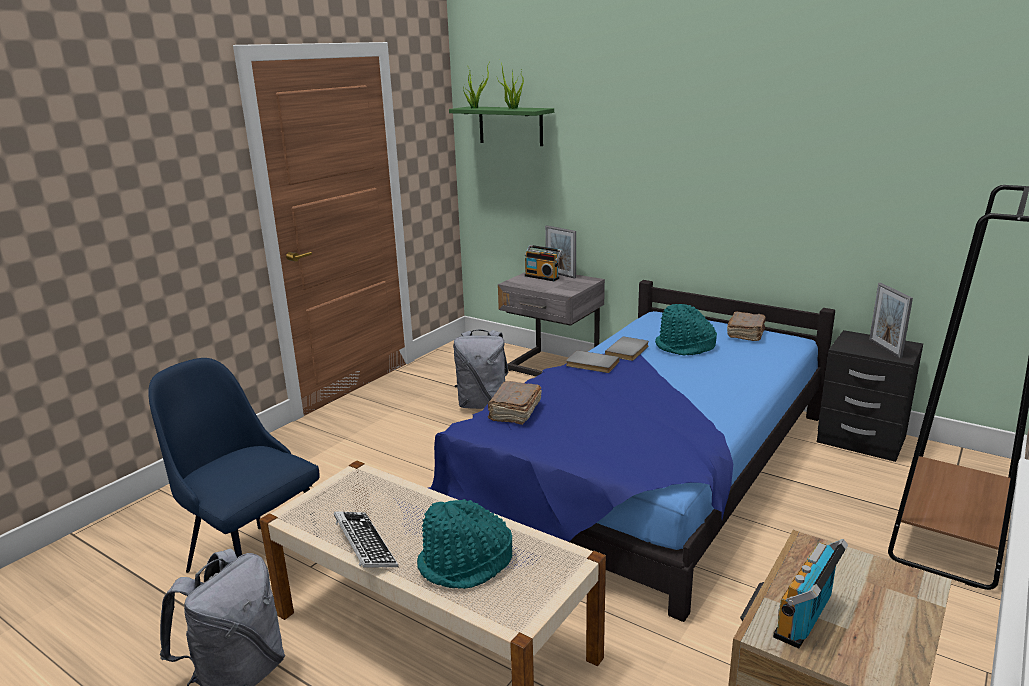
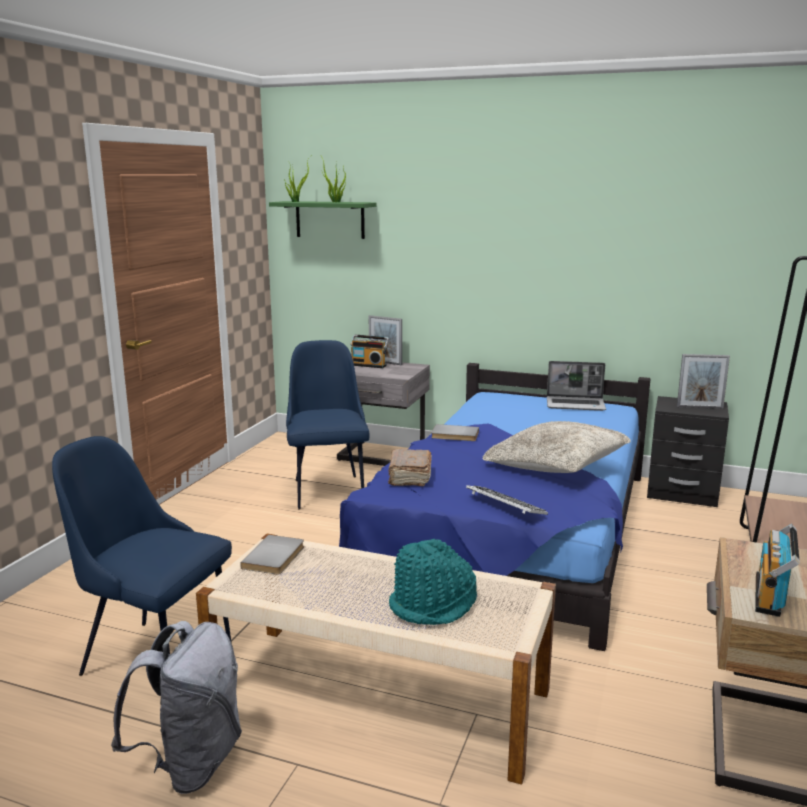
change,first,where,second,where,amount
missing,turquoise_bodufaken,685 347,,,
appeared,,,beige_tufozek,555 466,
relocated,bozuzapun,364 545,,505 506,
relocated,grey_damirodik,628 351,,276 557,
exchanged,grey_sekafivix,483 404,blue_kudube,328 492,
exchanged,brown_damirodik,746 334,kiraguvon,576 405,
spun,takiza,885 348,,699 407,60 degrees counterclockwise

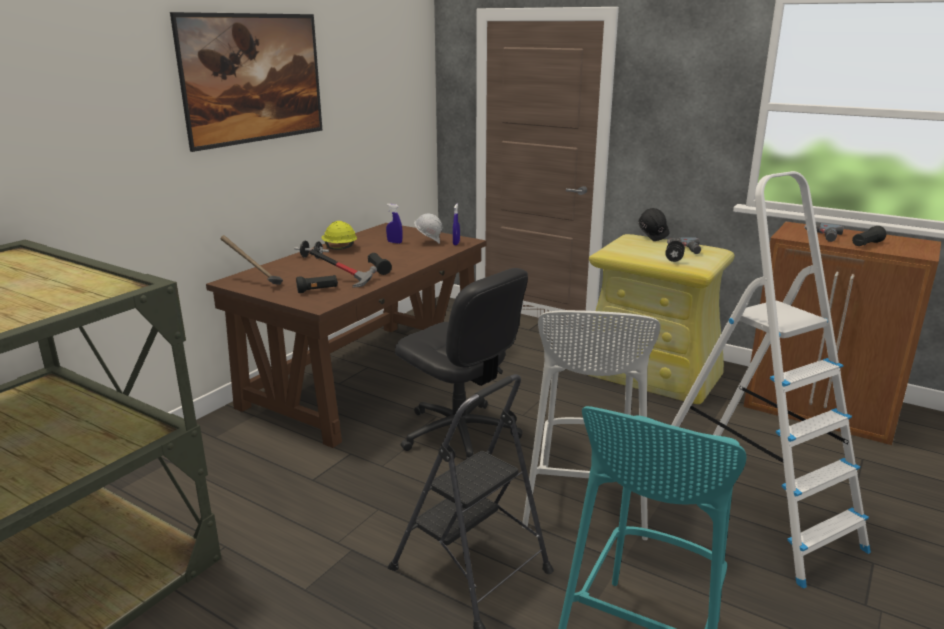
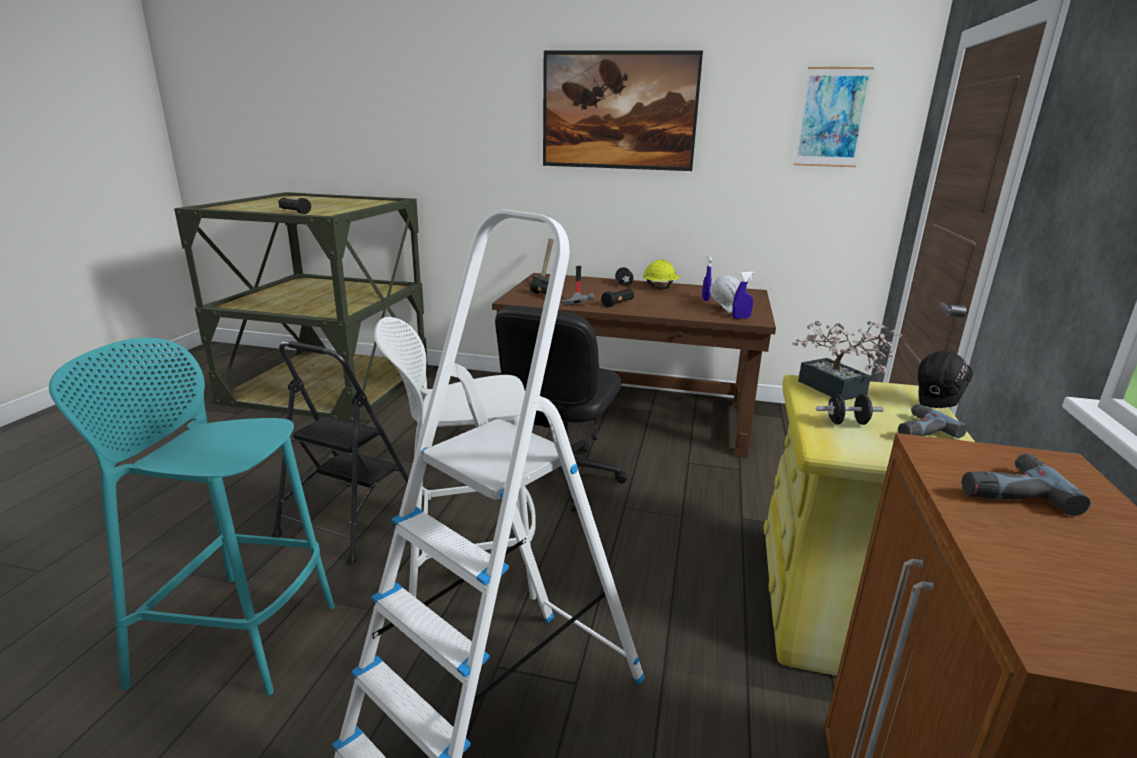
change,first,where,second,where,amount
appeared,,,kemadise,837 391,
appeared,,,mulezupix,831 117,
relocated,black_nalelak,866 245,,295 212,

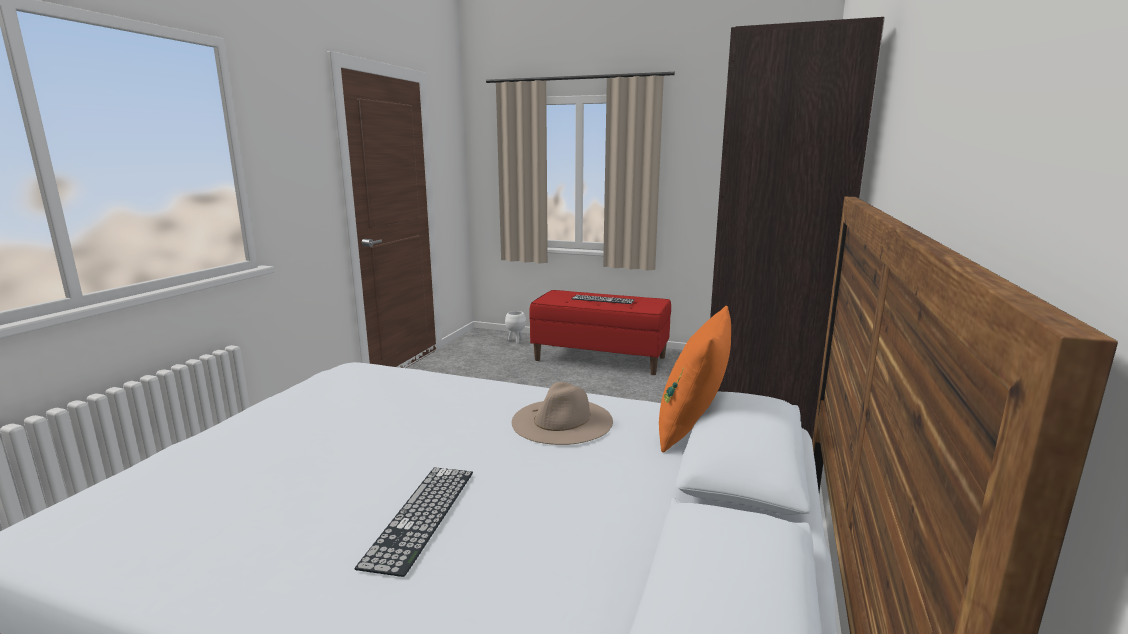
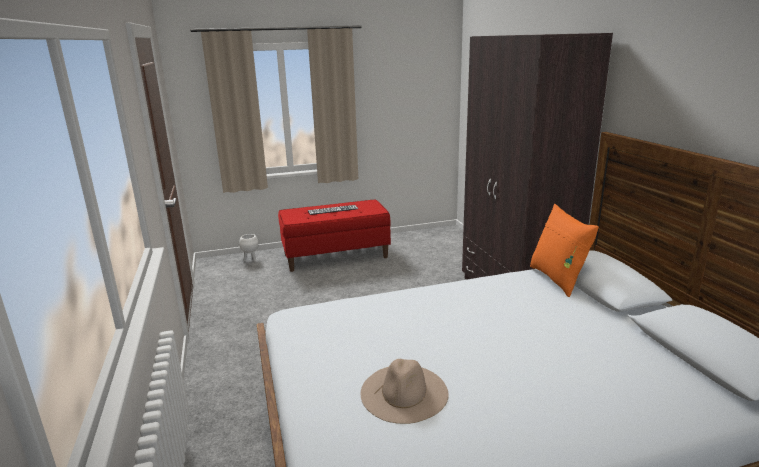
change,first,where,second,where,amount
missing,bozuzapun,421 515,,,
relocated,beige_bodufaken,562 421,,404 392,

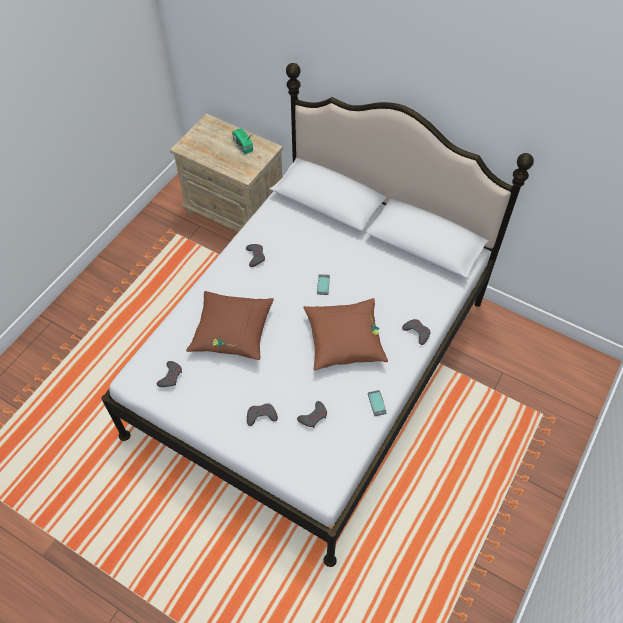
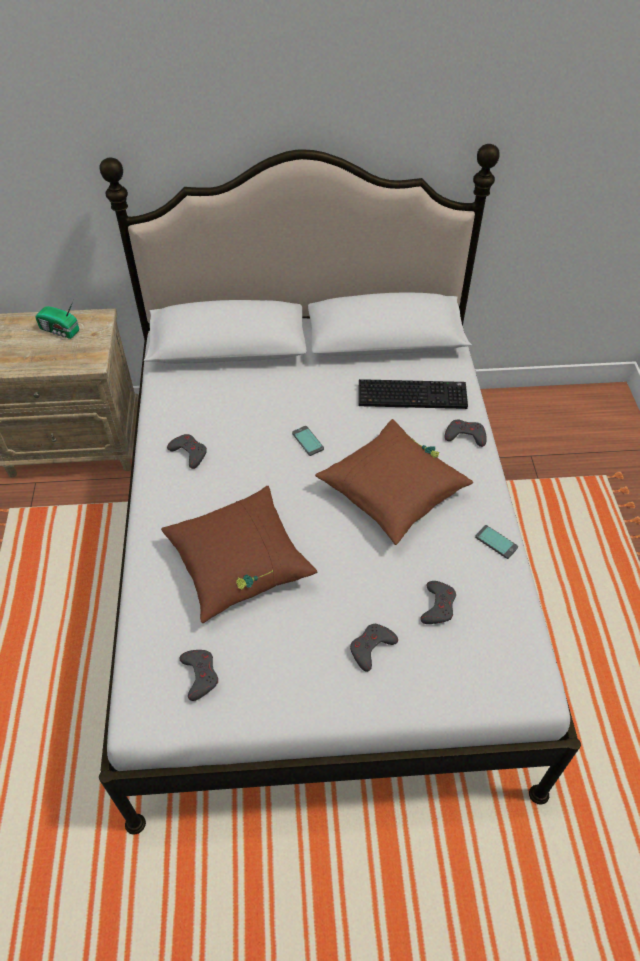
change,first,where,second,where,amount
appeared,,,bozuzapun,413 394,

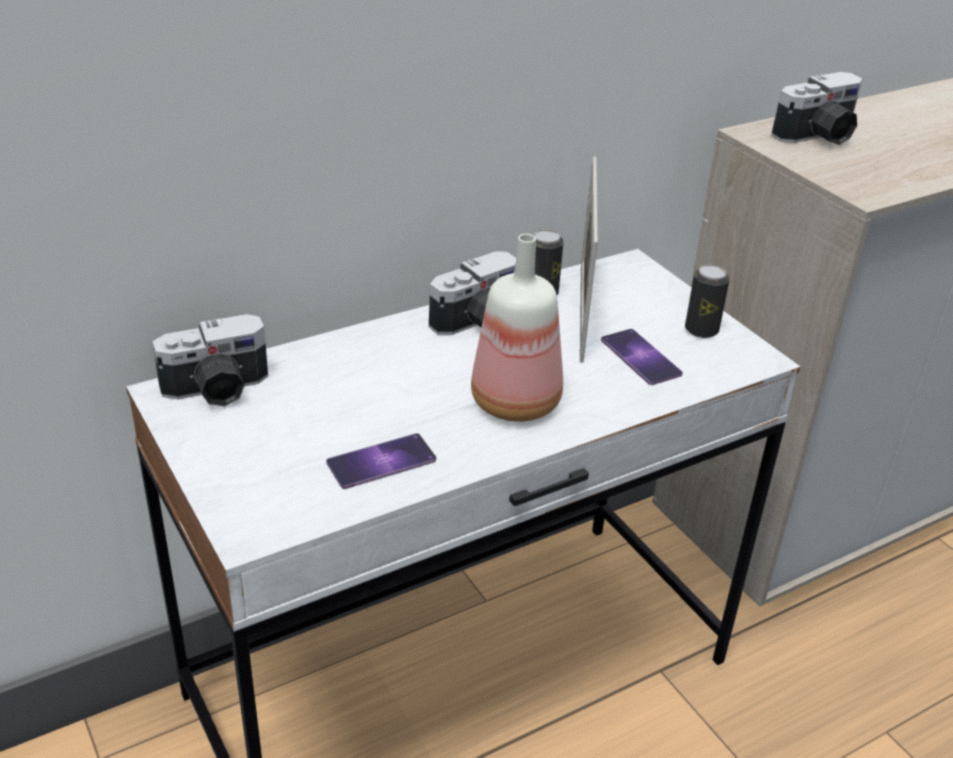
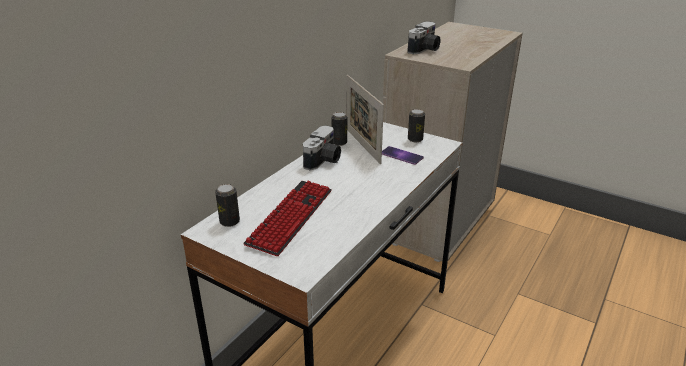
change,first,where,second,where,amount
missing,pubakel,381 461,,,
missing,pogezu,516 401,,,
appeared,,,bozuzapun,291 217,
exchanged,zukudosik,217 390,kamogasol,229 222,

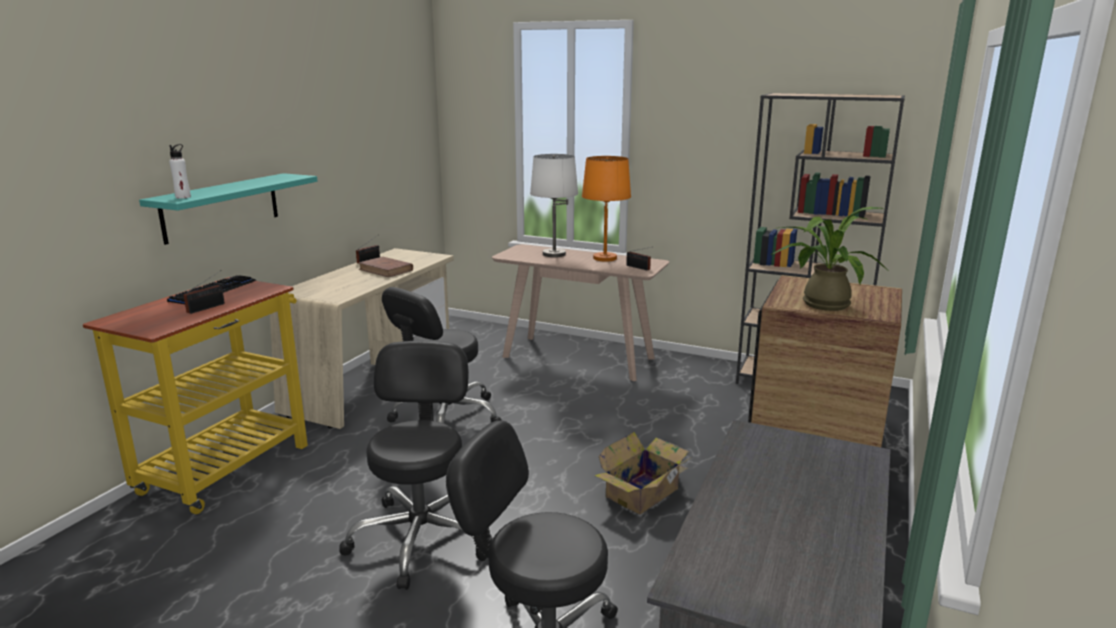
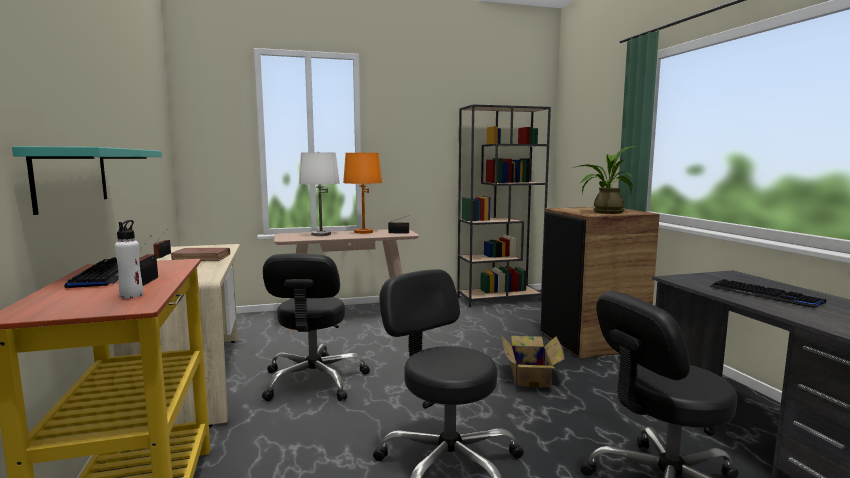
change,first,where,second,where,amount
appeared,,,bozuzapun,764 295,
relocated,white_pogezu,183 197,,131 295,

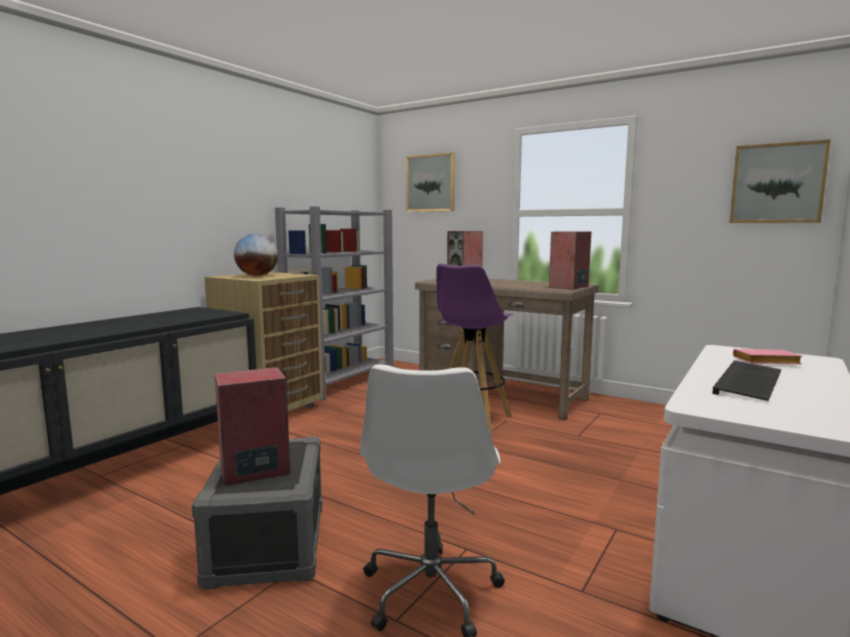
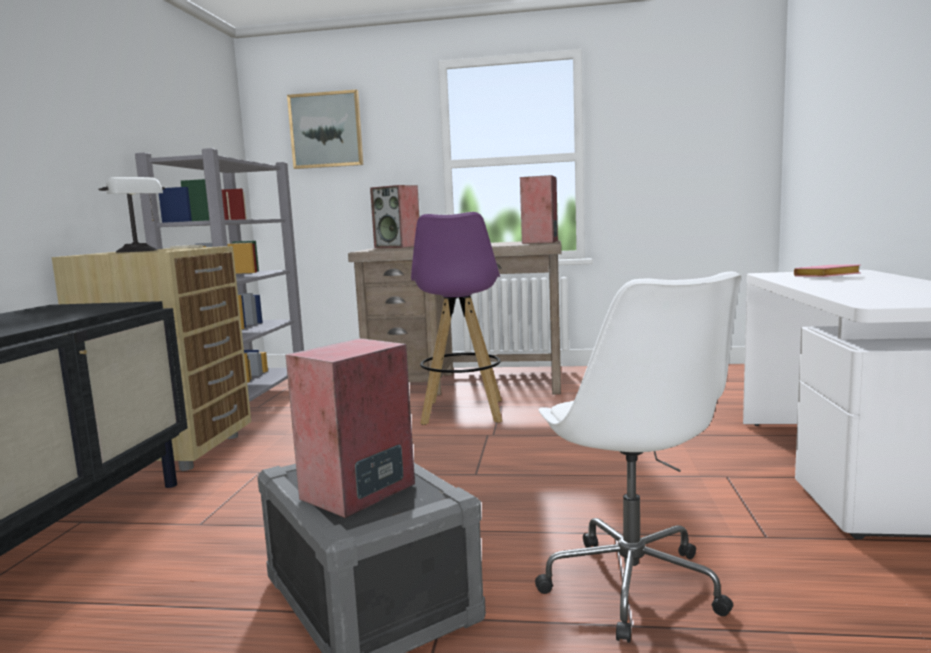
change,first,where,second,where,amount
missing,bozuzapun,750 383,,,
missing,mulezupix,777 183,,,
exchanged,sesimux,257 275,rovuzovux,140 251,

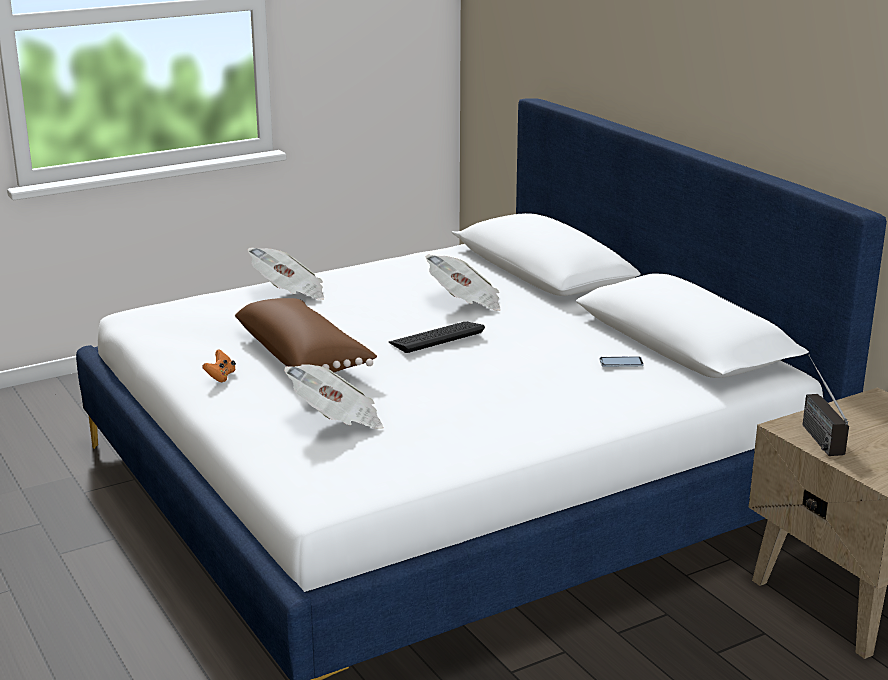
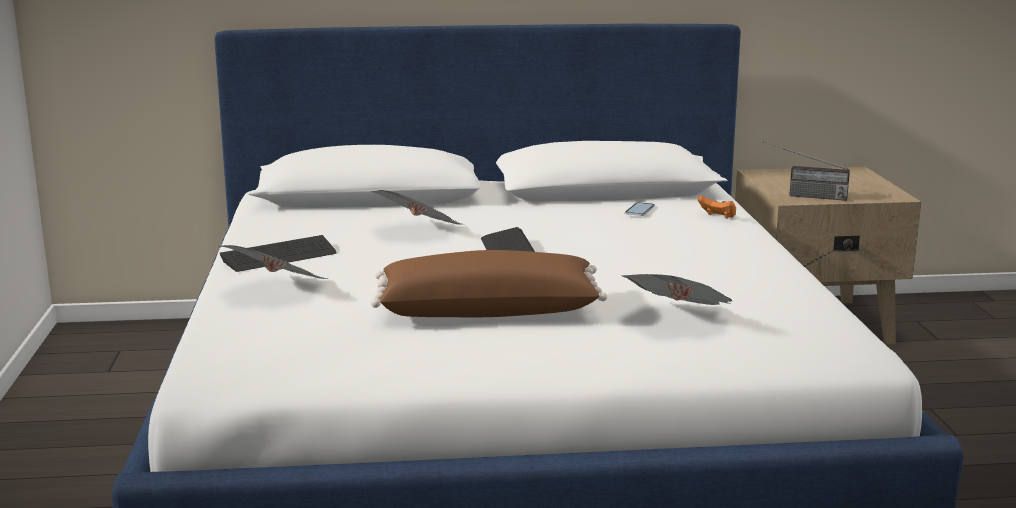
change,first,where,second,where,amount
appeared,,,bozuzapun,279 256,
relocated,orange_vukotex,220 377,,717 217,

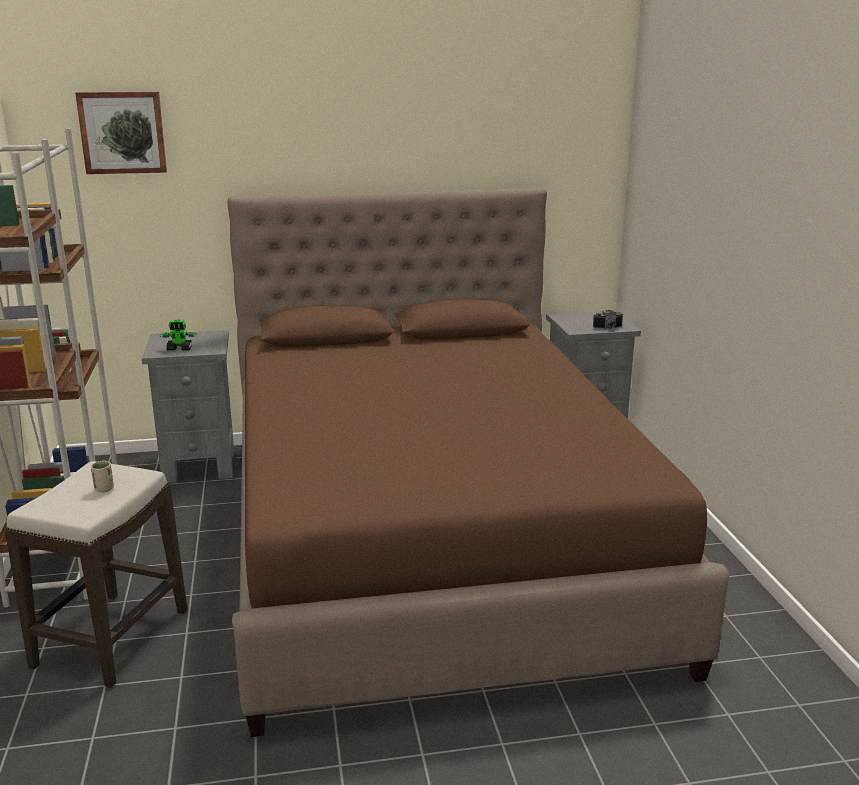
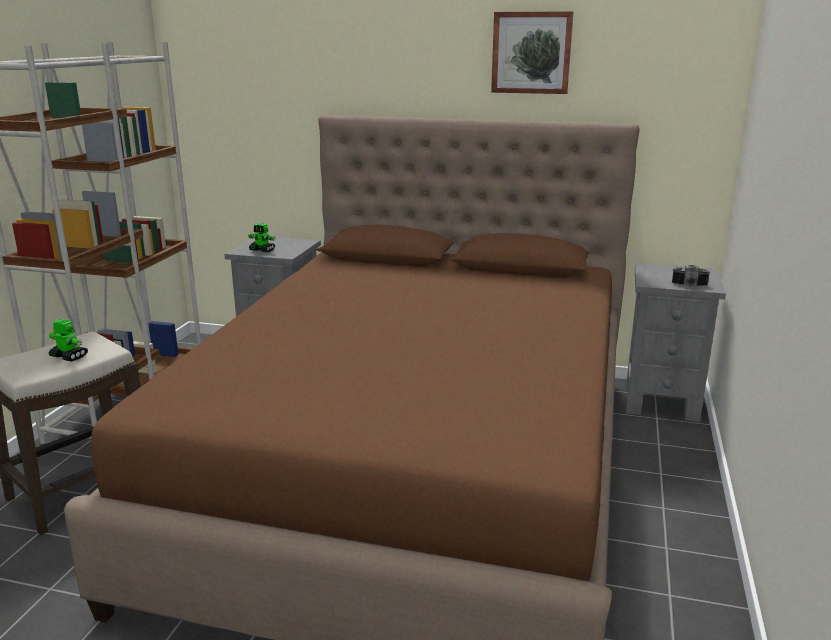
change,first,where,second,where,amount
relocated,mulezupix,123 132,,531 53,
exchanged,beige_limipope,104 489,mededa,68 356,

